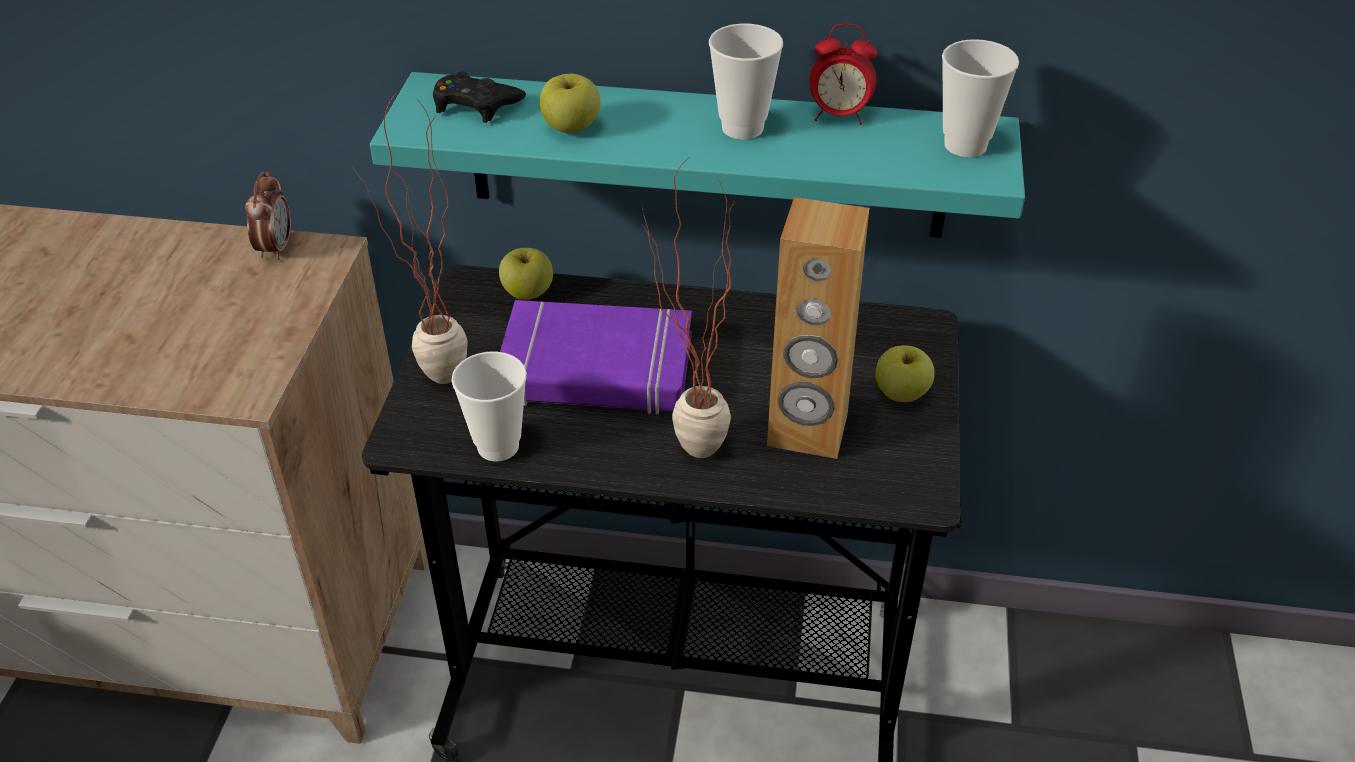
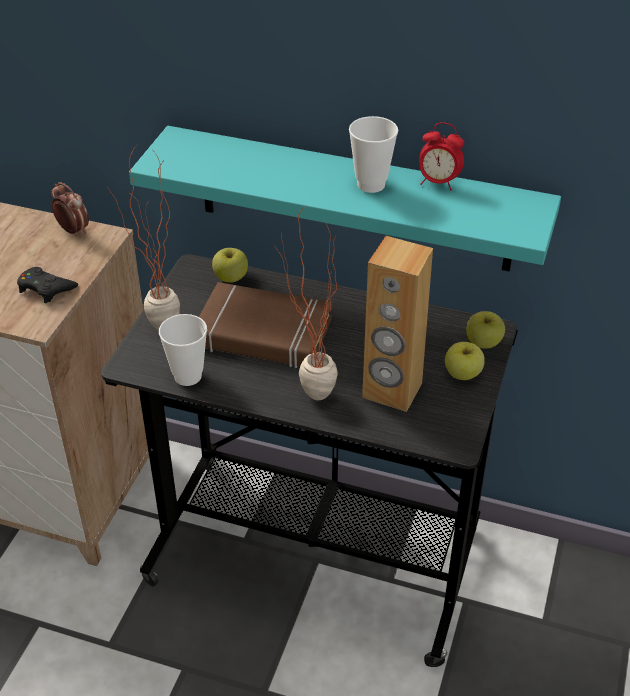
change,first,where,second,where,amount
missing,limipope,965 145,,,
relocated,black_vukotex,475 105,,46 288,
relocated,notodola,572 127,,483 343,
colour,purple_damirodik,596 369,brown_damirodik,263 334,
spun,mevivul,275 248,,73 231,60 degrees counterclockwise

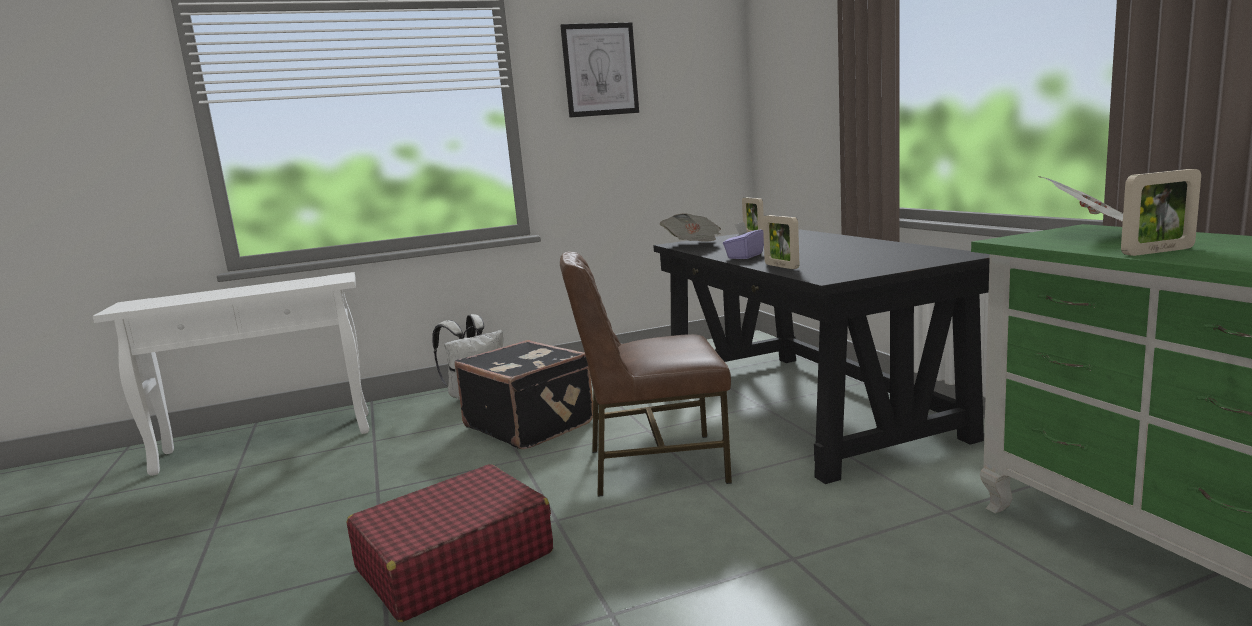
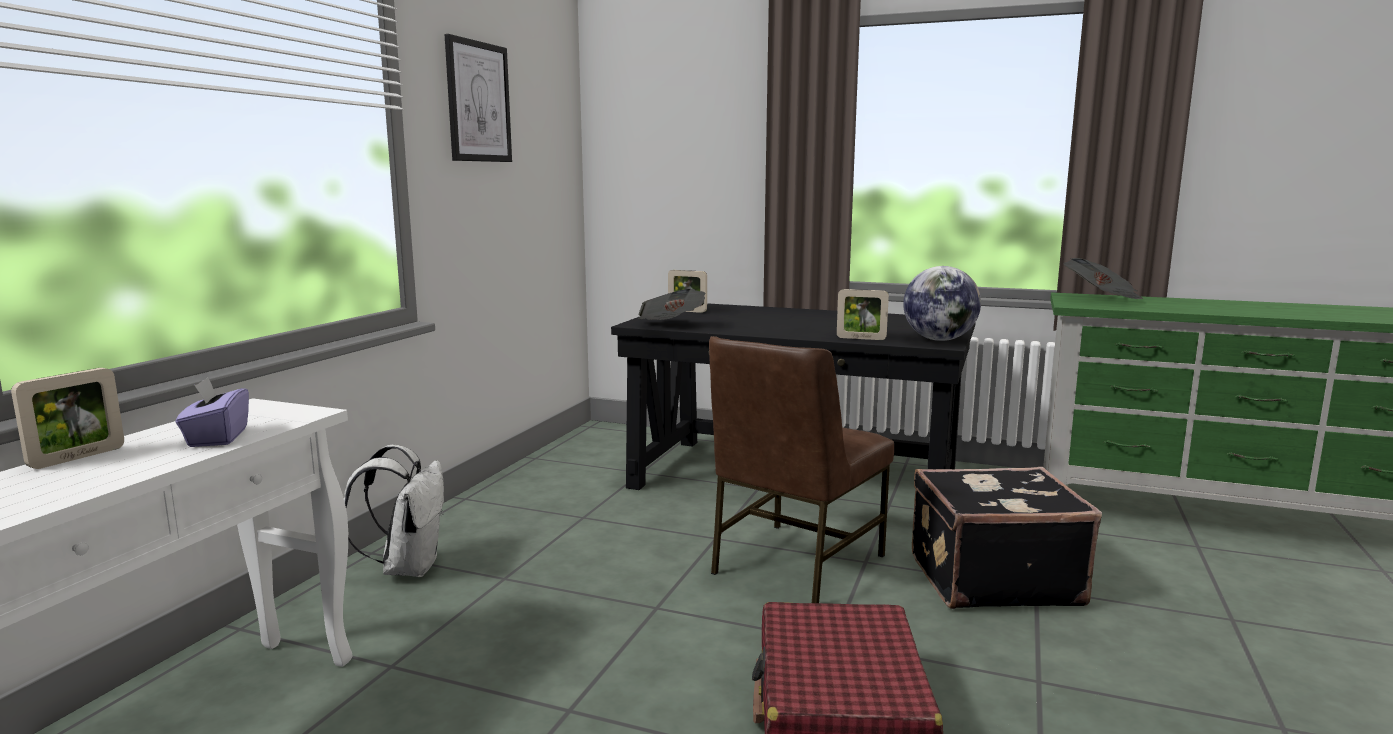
change,first,where,second,where,amount
appeared,,,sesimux,939 340,
relocated,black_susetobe,530 424,,991 579,
relocated,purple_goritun,744 256,,217 438,
relocated,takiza,1157 251,,77 457,

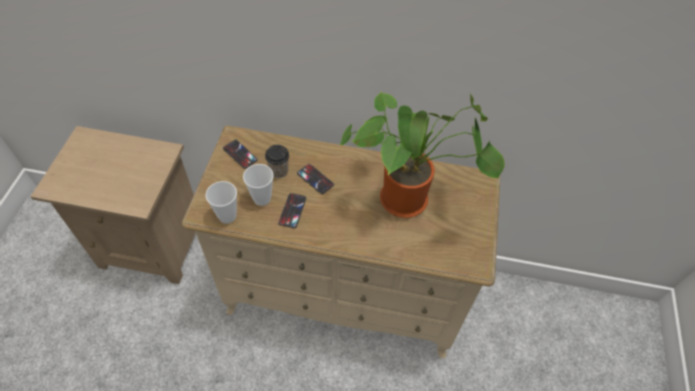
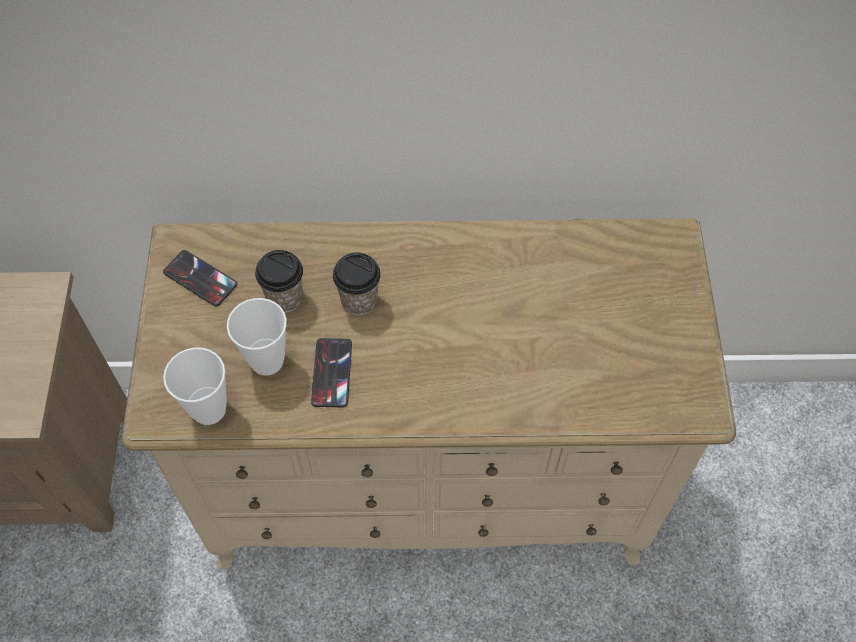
change,first,where,second,where,amount
missing,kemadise,409 198,,,
exchanged,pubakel,315 179,limipope,359 300,

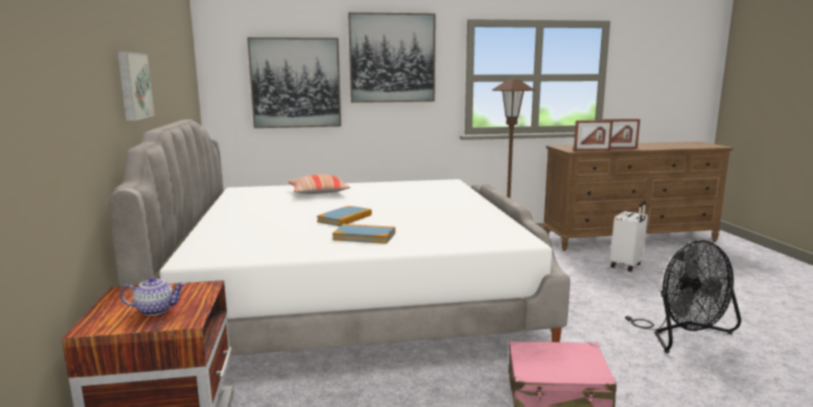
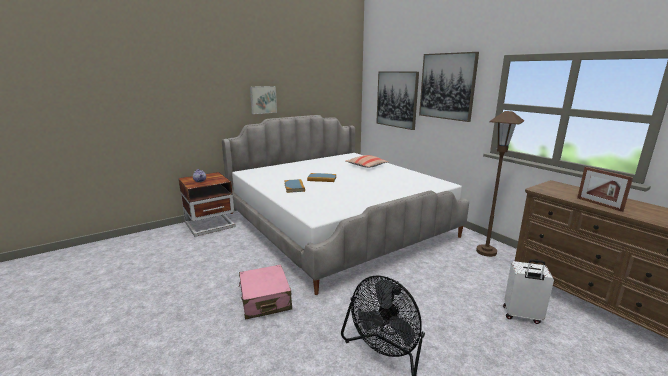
change,first,where,second,where,amount
missing,takiza,592 150,,,

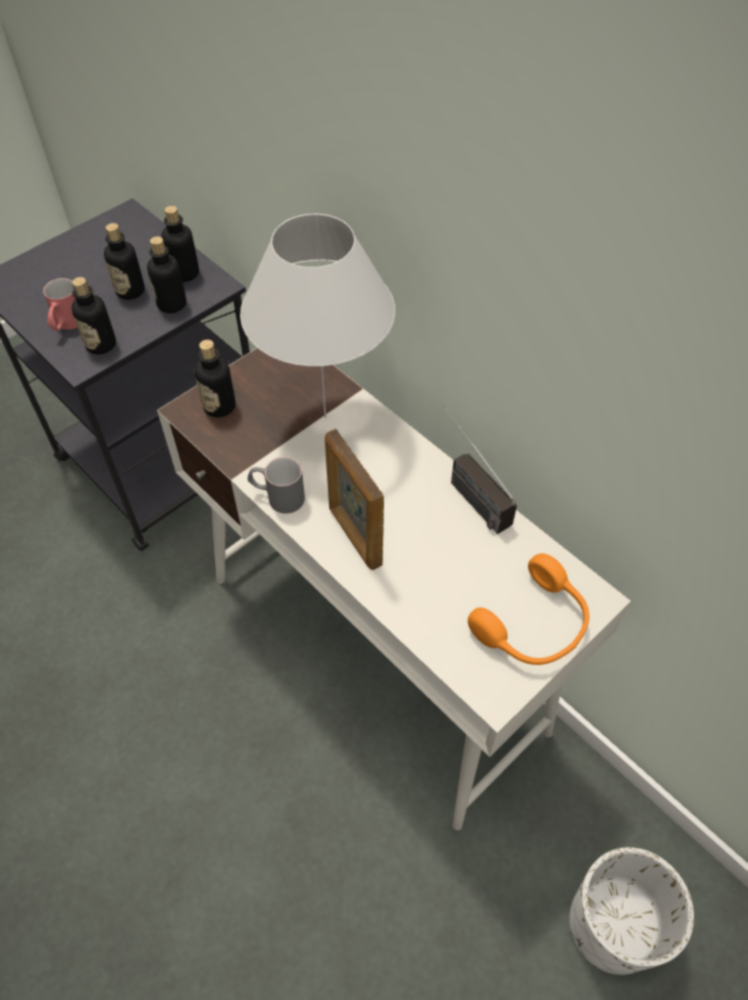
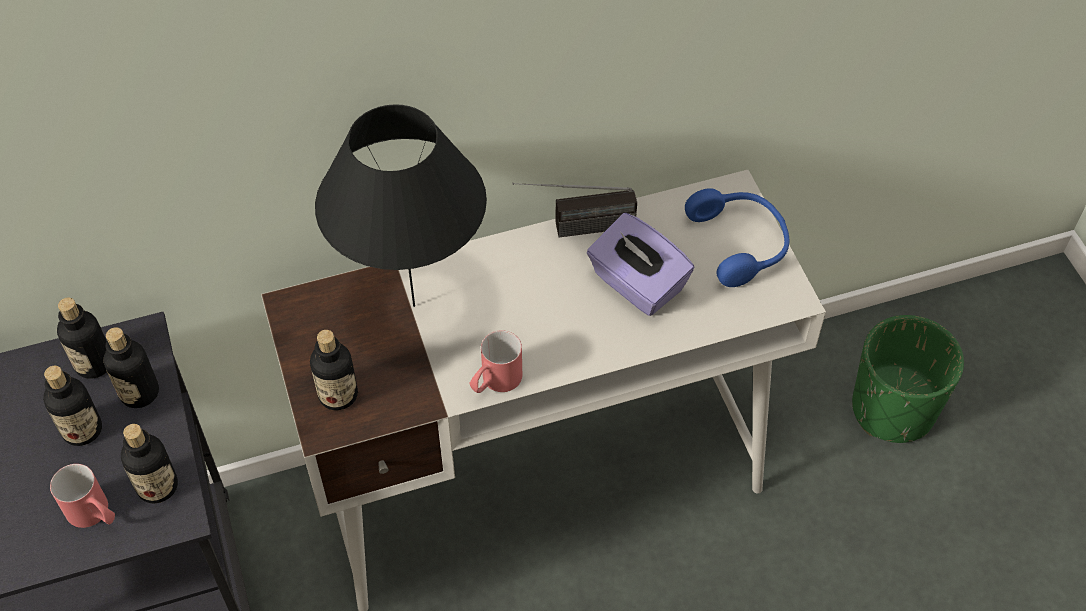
change,first,where,second,where,amount
missing,takiza,354 536,,,
appeared,,,purple_goritun,637 284,
colour,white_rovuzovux,324 416,black_rovuzovux,413 306,
colour,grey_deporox,277 497,red_deporox,495 382,
colour,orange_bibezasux,534 626,blue_bibezasux,740 243,
colour,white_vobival,612 925,green_vobival,893 409,

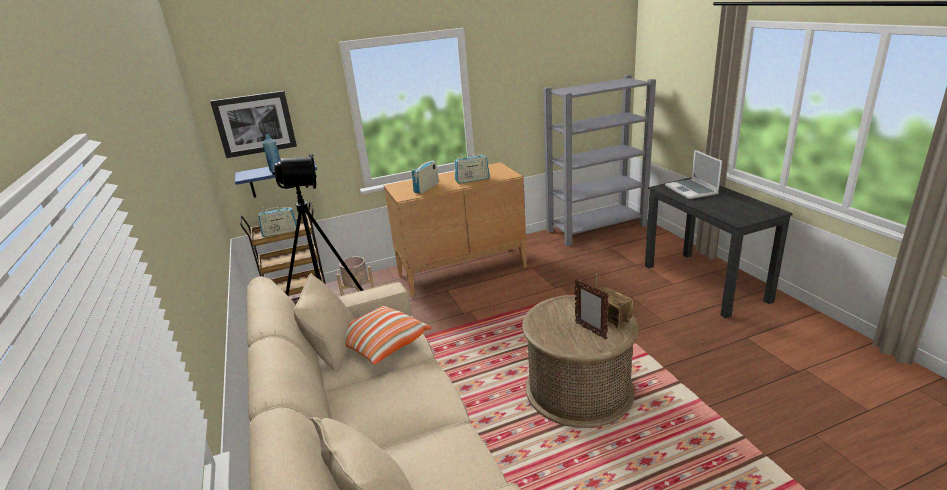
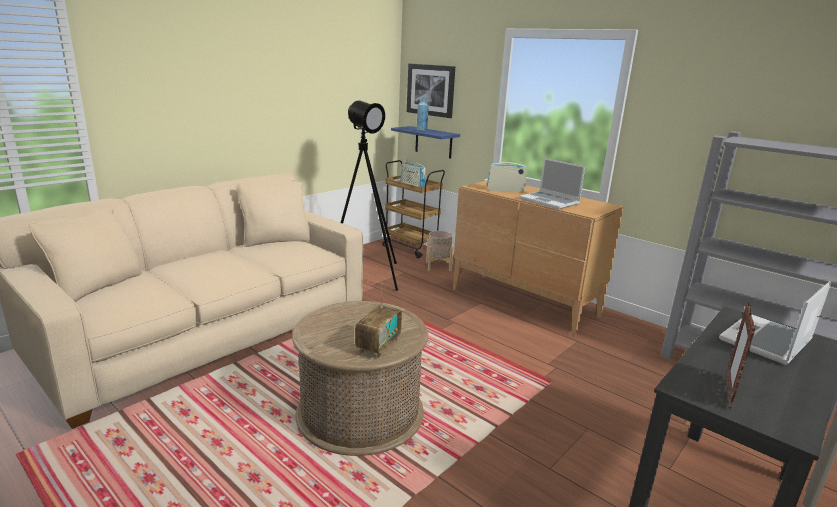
change,first,where,second,where,amount
missing,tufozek,382 344,,,
relocated,takiza,590 330,,728 391,
exchanged,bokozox,472 180,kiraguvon,550 201,

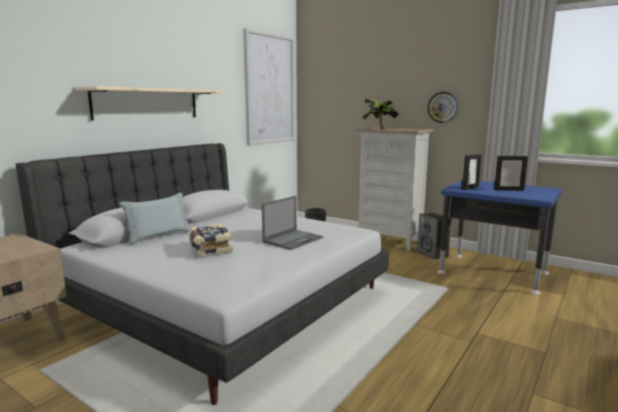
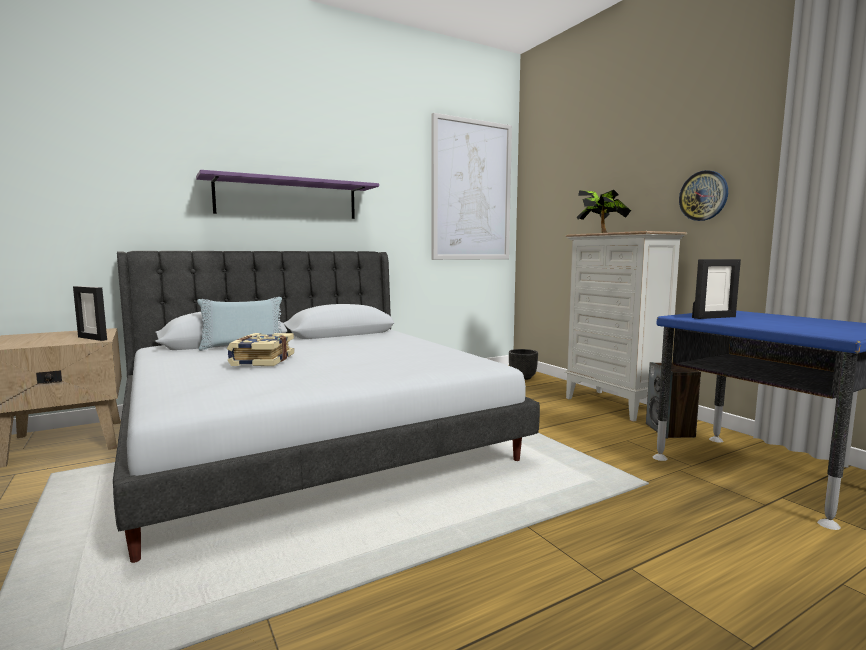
change,first,where,second,where,amount
missing,kiraguvon,293 239,,,
relocated,takiza,508 190,,93 338,
colour,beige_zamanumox,147 103,purple_zamanumox,287 199,

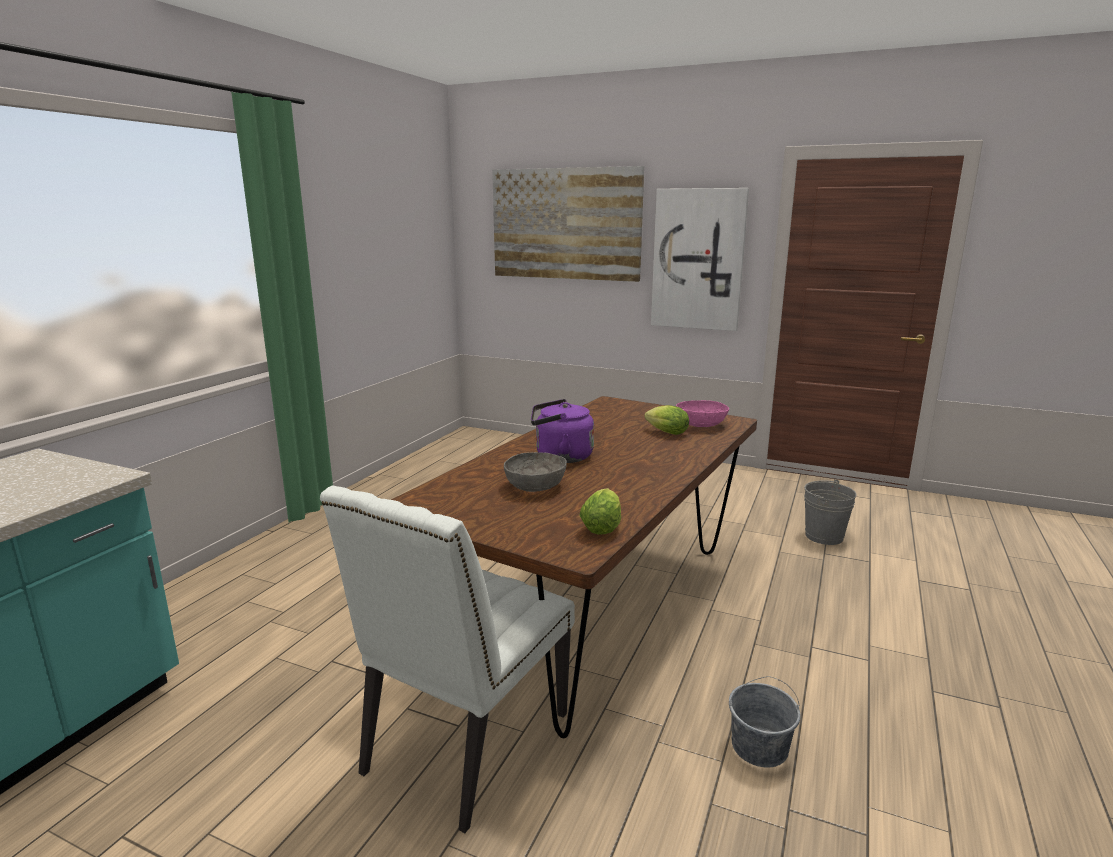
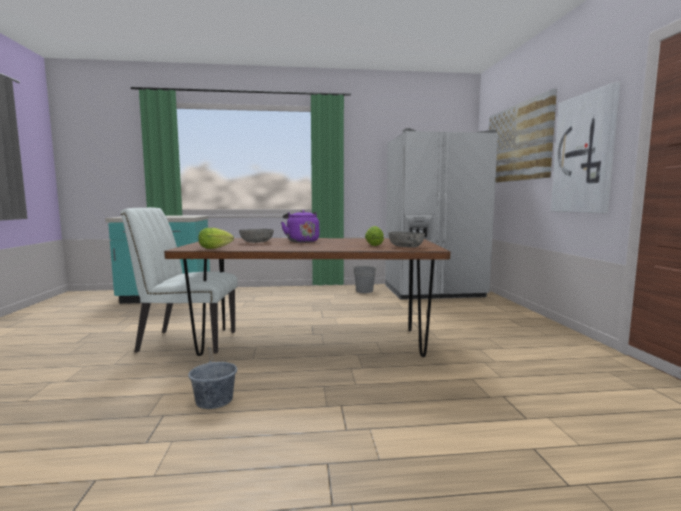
change,first,where,second,where,amount
appeared,,,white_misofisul,433 291,
relocated,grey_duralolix,824 536,,364 291,
colour,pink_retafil,701 424,grey_retafil,406 247,

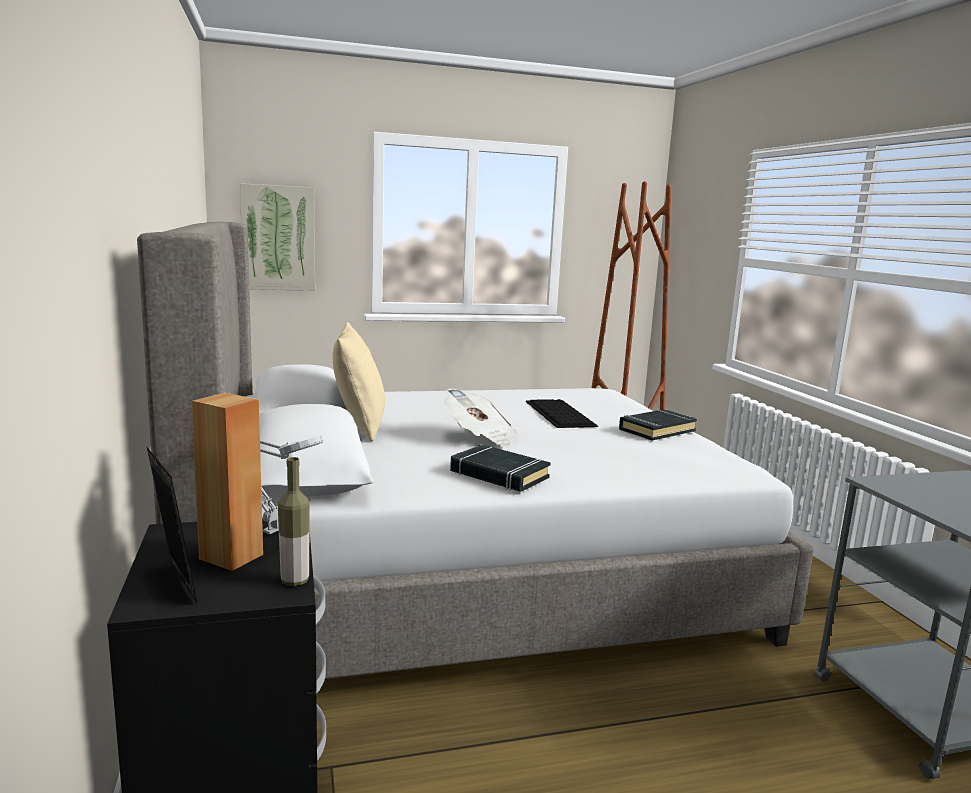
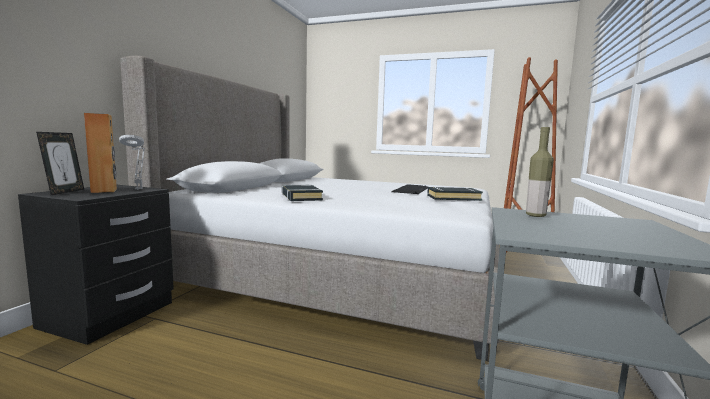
change,first,where,second,where,amount
missing,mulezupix,278 238,,,
missing,beige_tufozek,359 427,,,
missing,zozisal,480 437,,,
relocated,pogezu,295 581,,535 215,

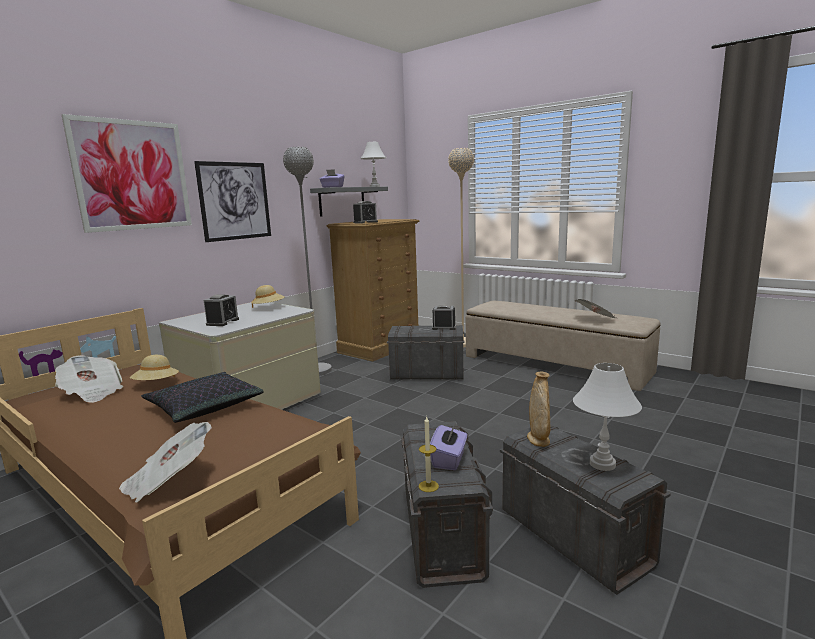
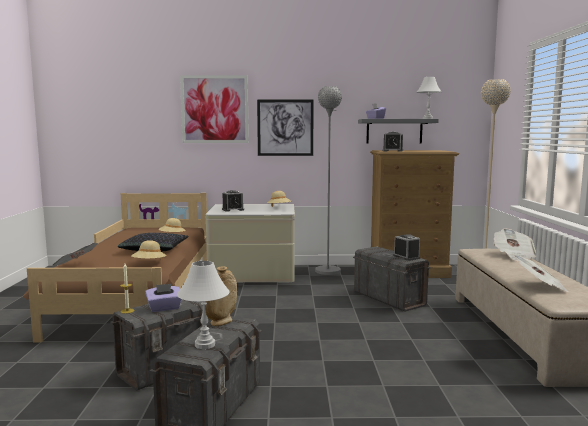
change,first,where,second,where,amount
appeared,,,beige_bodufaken,149 263,
relocated,zozisal,92 393,,513 256,

